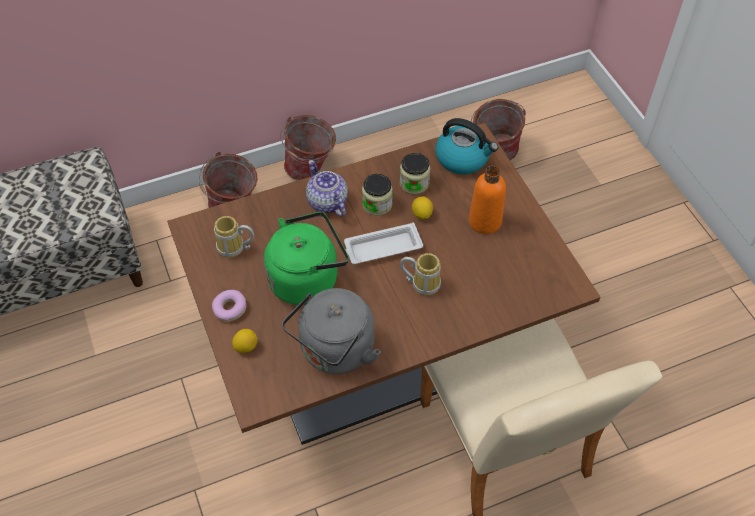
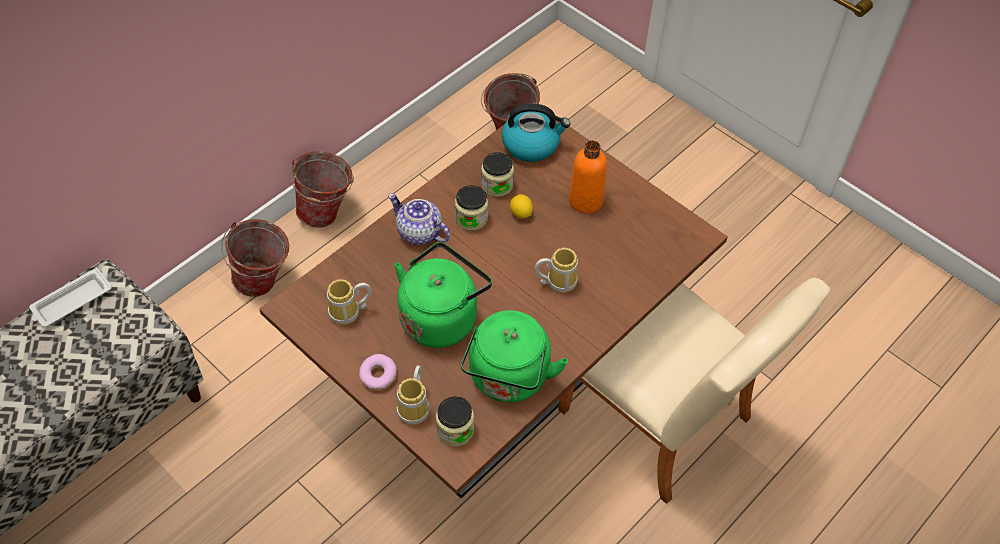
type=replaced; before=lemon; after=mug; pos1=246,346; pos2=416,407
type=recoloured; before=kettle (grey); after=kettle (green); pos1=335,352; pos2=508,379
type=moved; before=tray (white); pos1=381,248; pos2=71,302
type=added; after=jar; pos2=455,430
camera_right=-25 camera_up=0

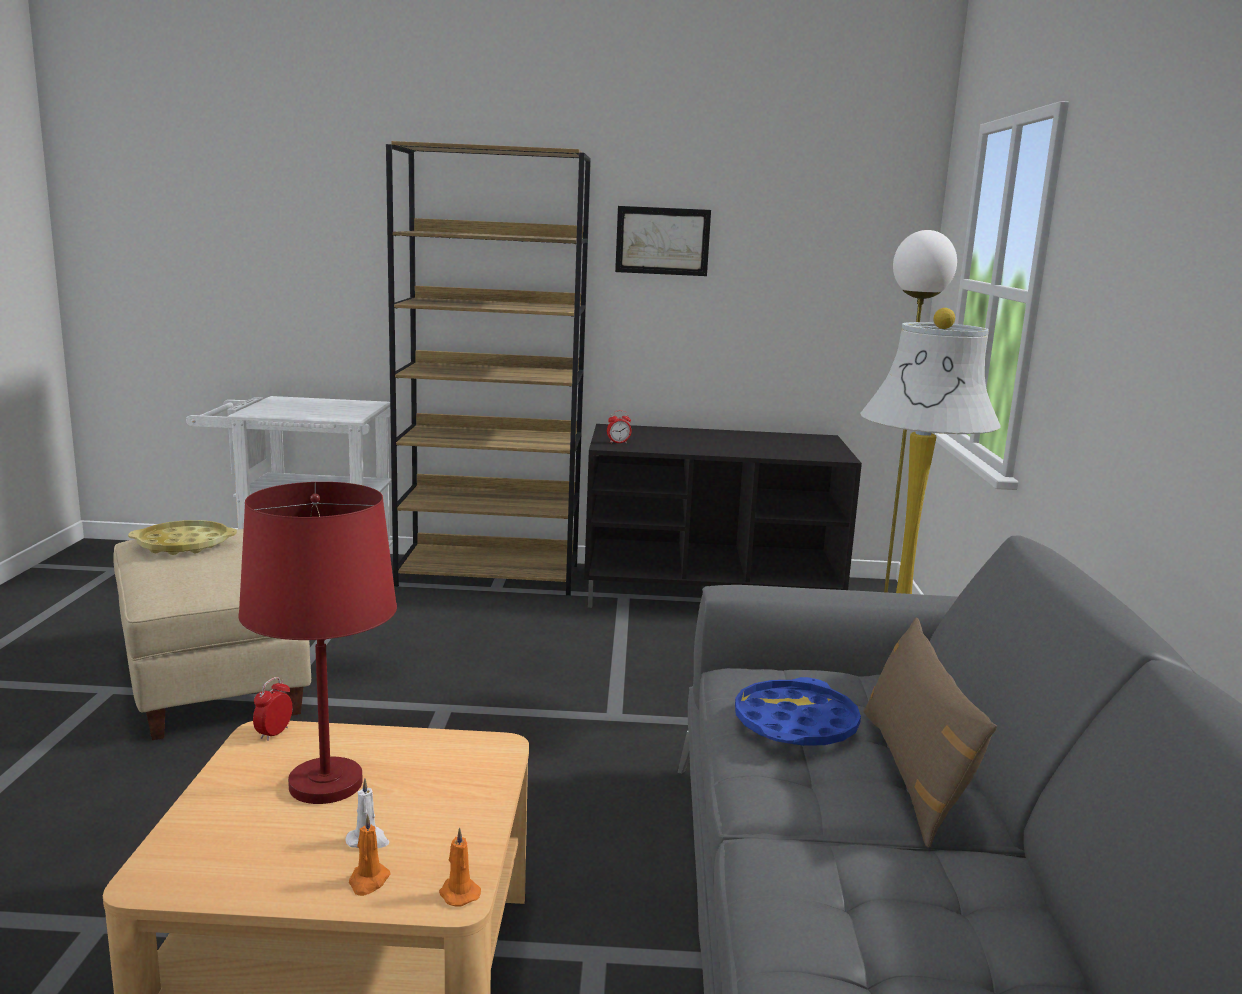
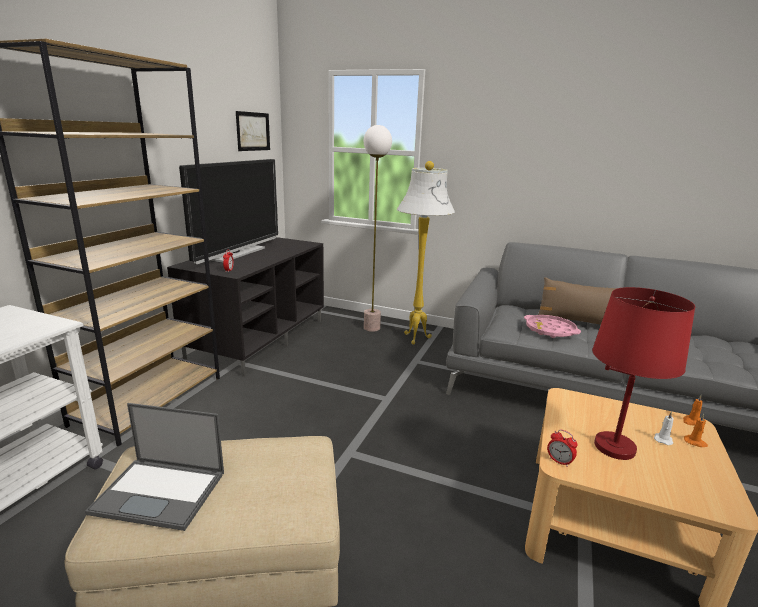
type=replaced; before=tray (yellow); after=laptop; pos1=184,545; pos2=161,492
type=moved; before=picture; pos1=662,241; pos2=253,131
type=recoloured; before=tray (blue); after=tray (pink); pos1=795,724; pos2=550,330
type=added; after=television; pos2=236,253
camera_right=-70 camera_up=5

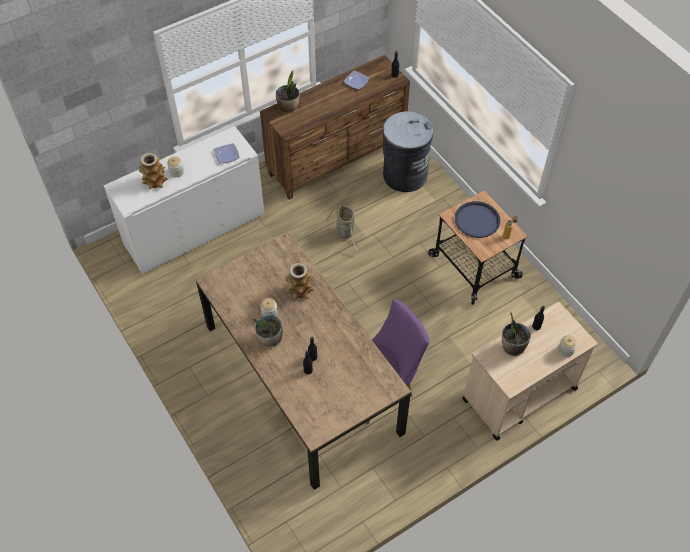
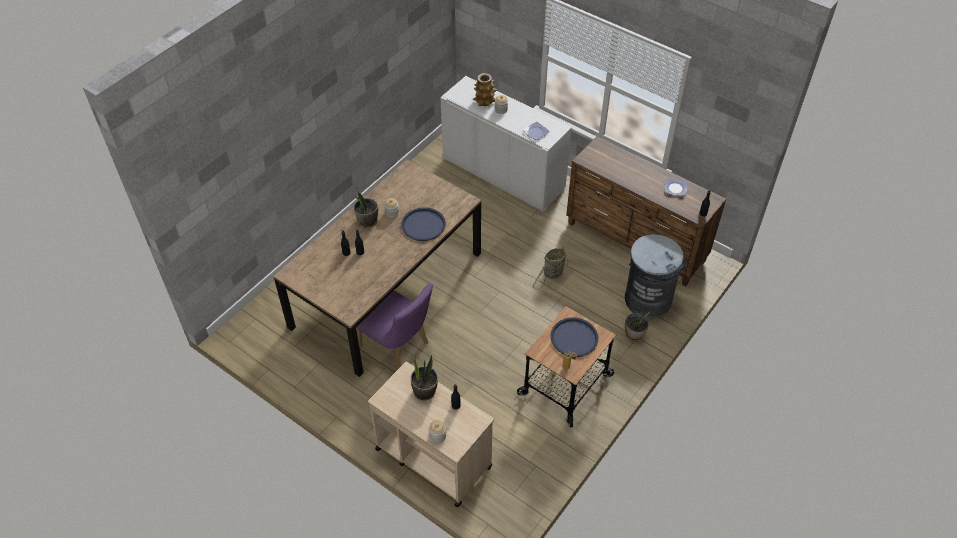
type=moved; before=potted plant; pos1=288,108; pos2=634,334
type=replaced; before=vase; after=tray (blue); pos1=300,290; pos2=423,225
camera_right=70 camera_up=-5

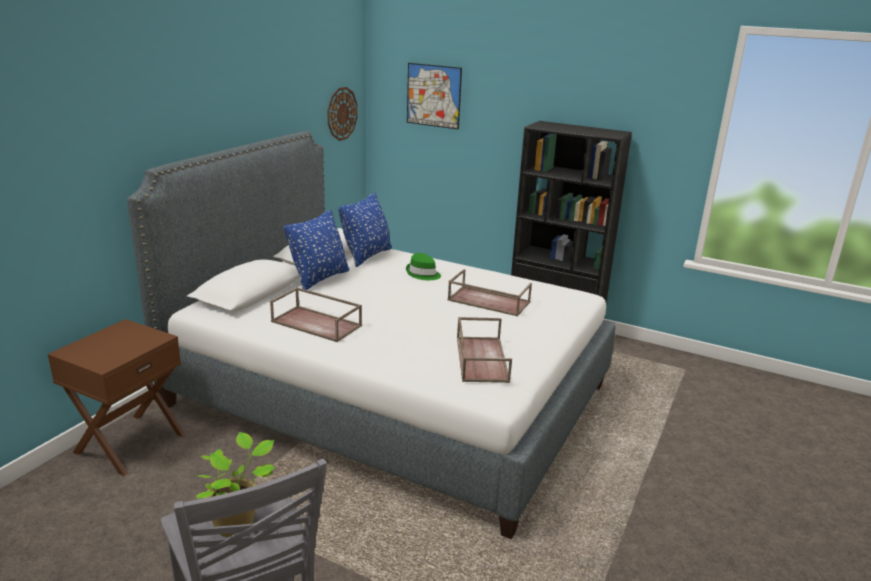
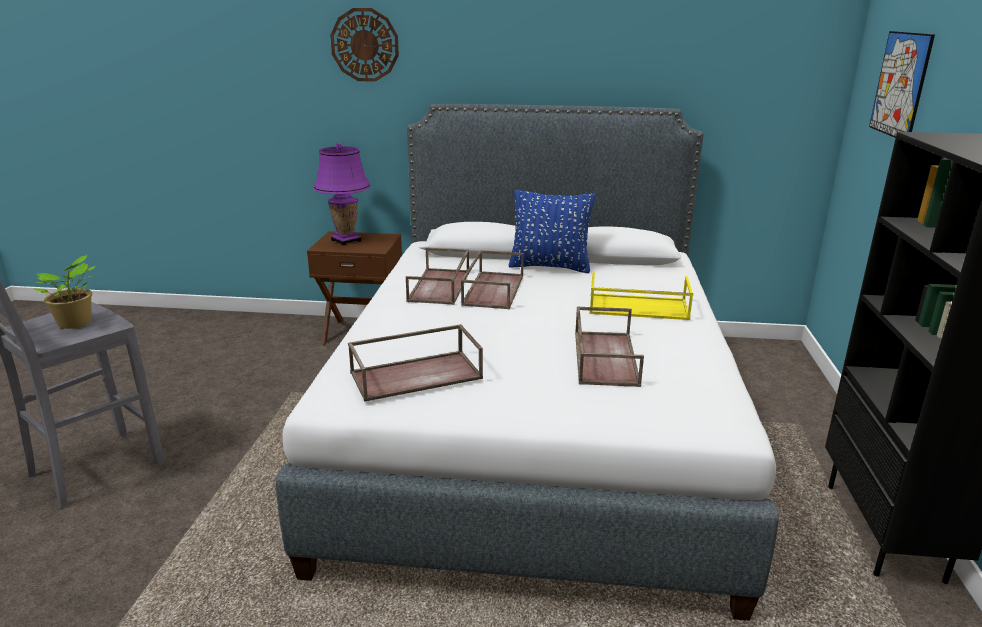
type=moved; before=wall clock; pos1=341,113; pos2=365,45
type=removed; before=pillow (blue); pos1=367,256
type=replaced; before=hat (green); after=tray (yellow); pos1=423,274; pos2=637,307
type=added; after=table lamp (purple); pos2=346,240
type=added; after=tray (brown); pos2=492,289
camera_right=70 camera_up=0

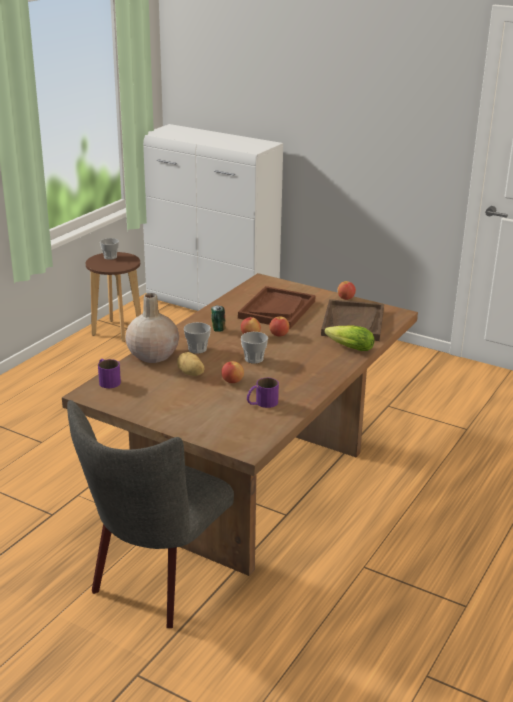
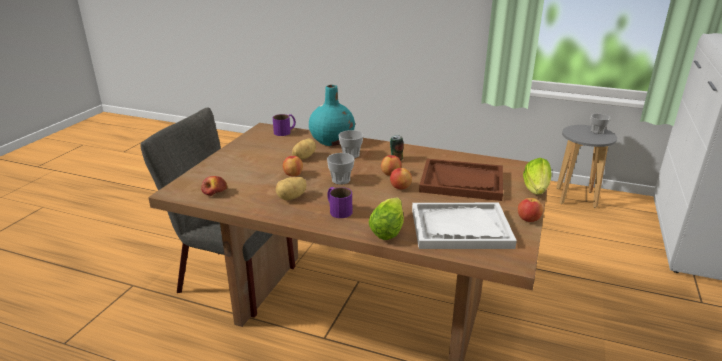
type=recoloured; before=stool (brown); after=stool (grey); pos1=117,331; pos2=576,197
type=recoloured; before=vase (beige); after=vase (turquoise); pos1=152,355; pos2=332,140
type=moved; before=mug (purple); pos1=261,403; pos2=337,210
type=recoloured; before=tray (brown); after=tray (white); pos1=353,322; pos2=460,228
type=added; after=apple; pos2=215,192
type=added; after=potato; pos2=292,197
type=added; after=lettuce; pos2=536,190
camera_right=80 camera_up=0

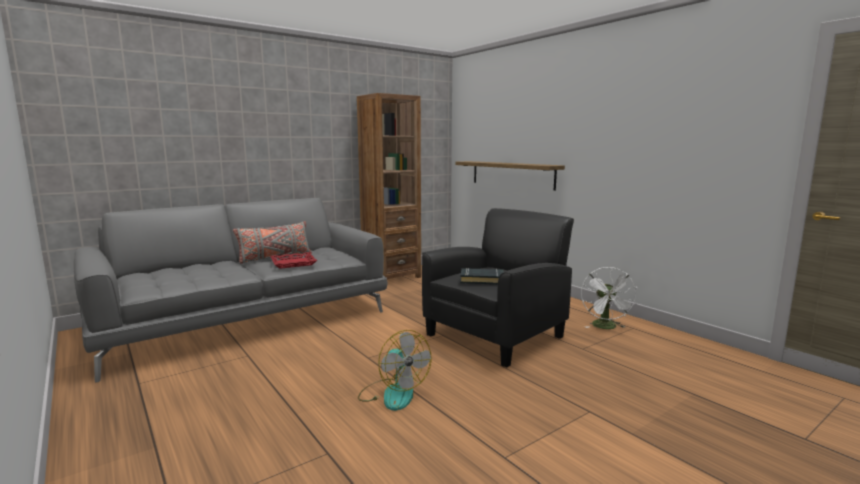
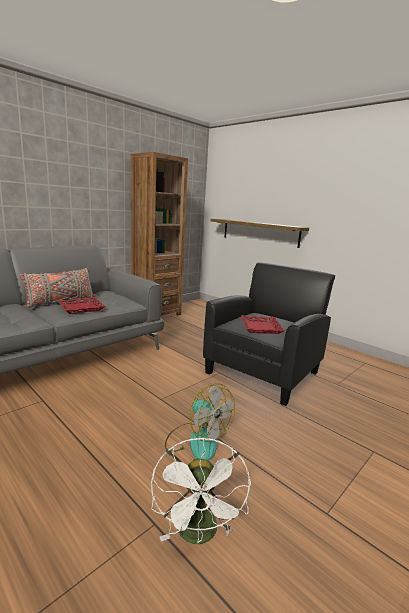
type=replaced; before=book (black); after=tray (red); pos1=482,280; pos2=260,327
type=moved; before=fan (white); pos1=606,327; pos2=199,535
camera_right=-10 camera_up=5

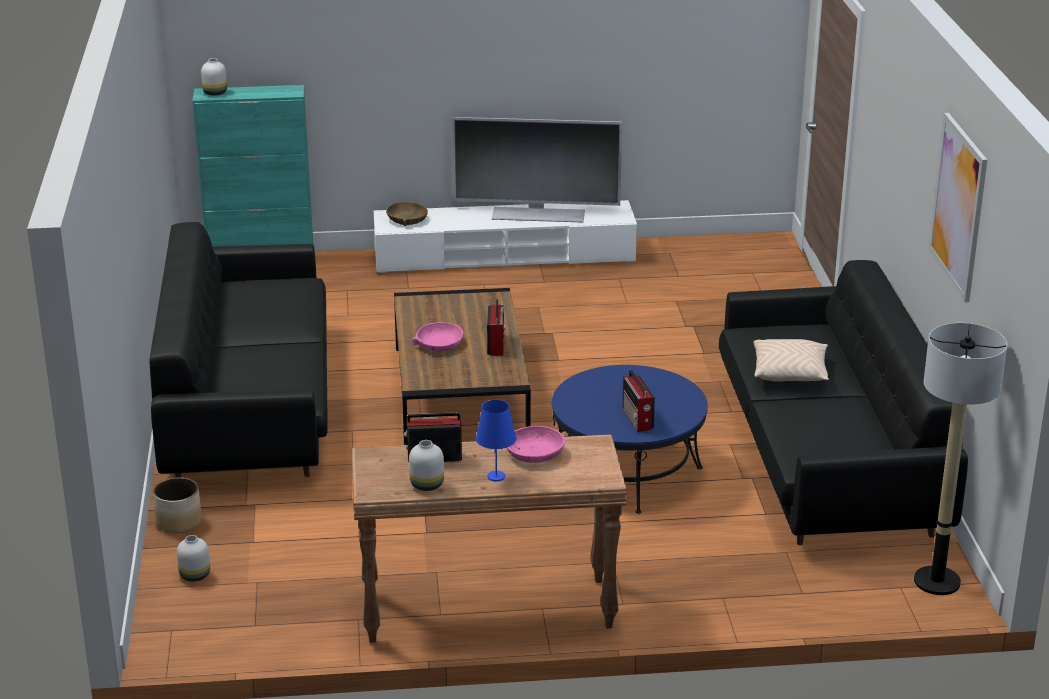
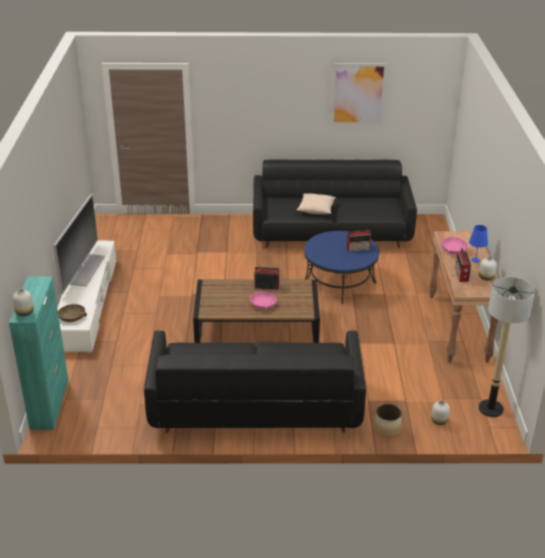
type=moved; before=floor lamp; pos1=937,581; pos2=491,408
camera_right=-85 camera_up=5

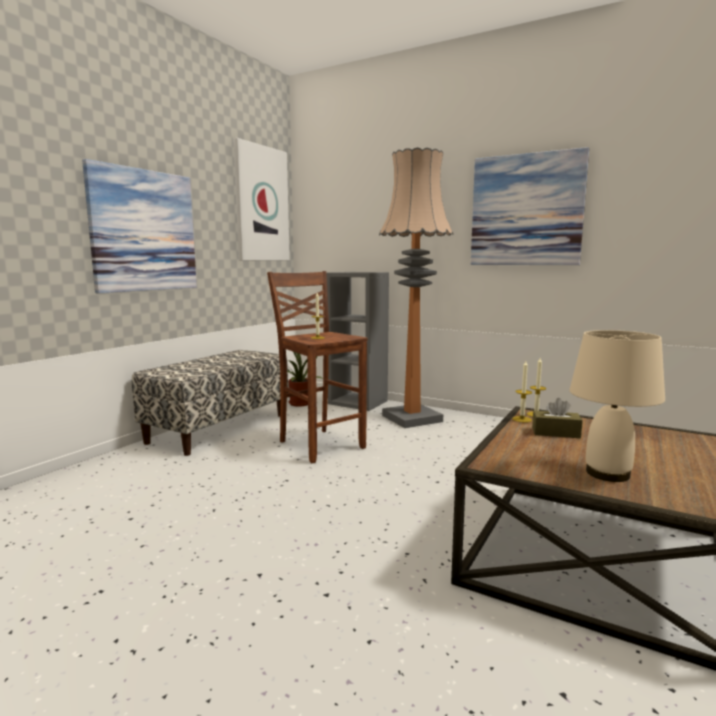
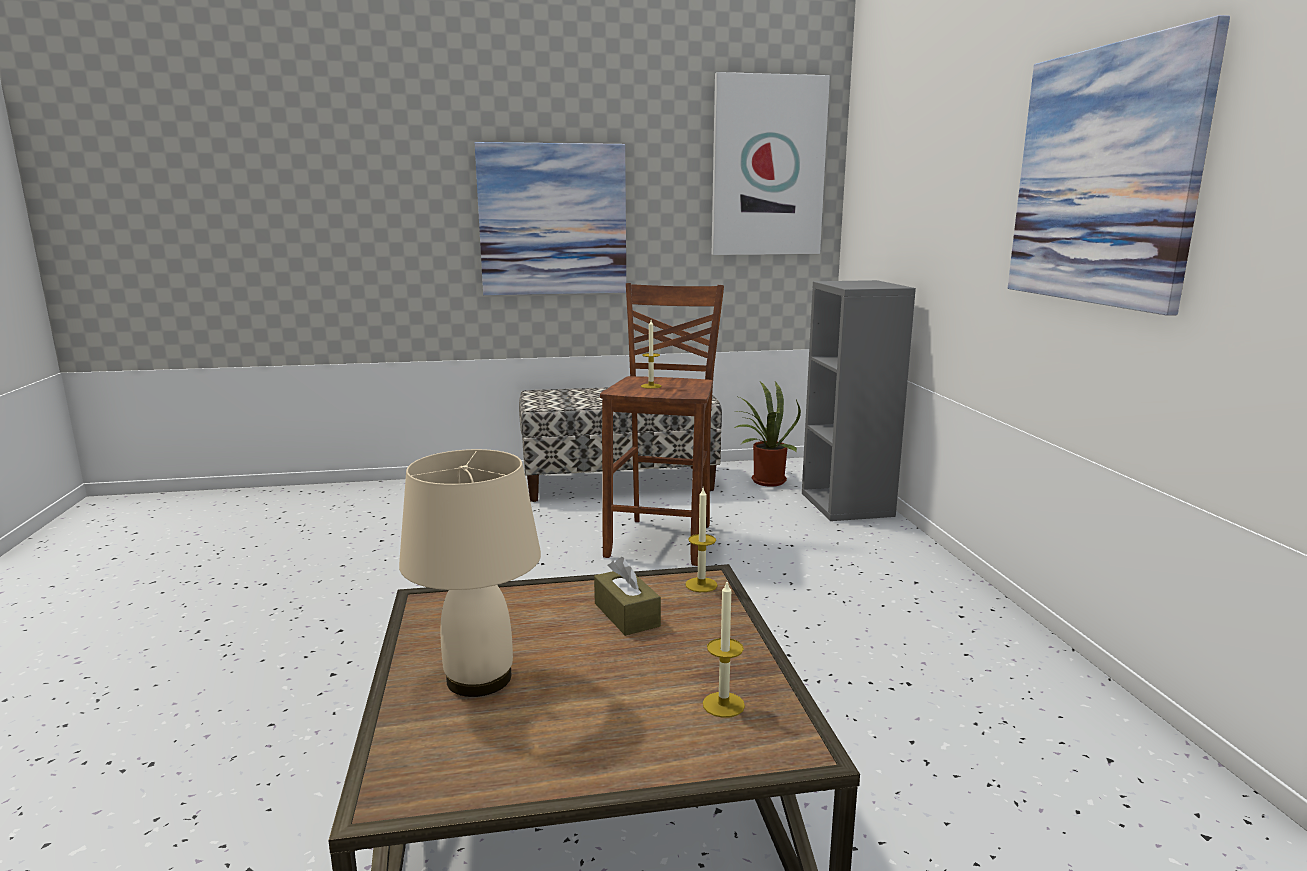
type=removed; before=floor lamp; pos1=411,418
type=moved; before=candle; pos1=522,419; pos2=723,704
camera_right=50 camera_up=5

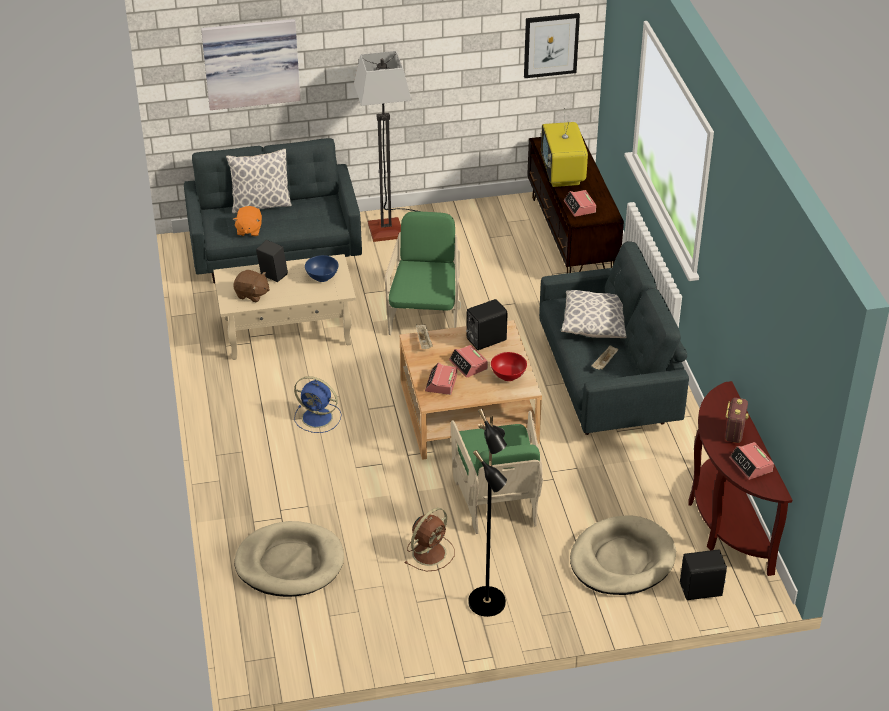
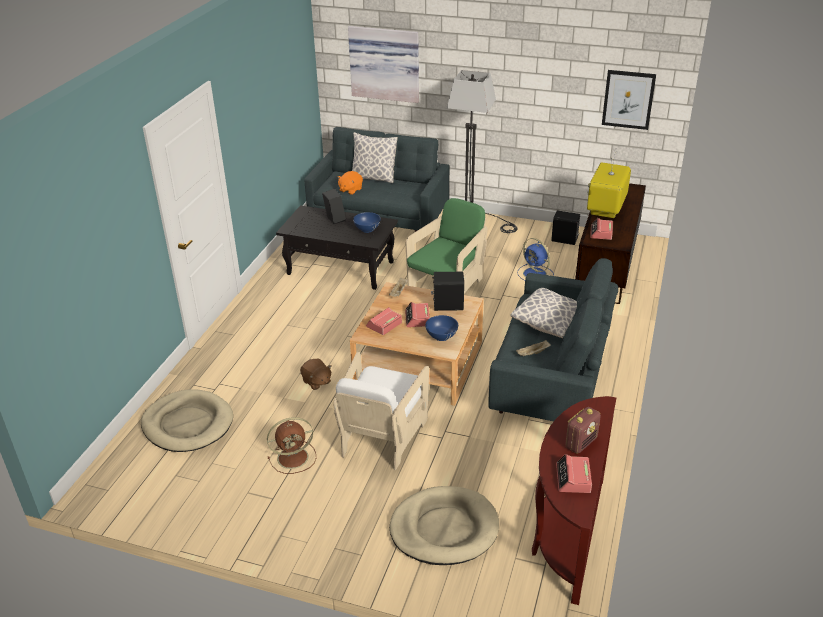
type=recoloured; before=coffee table (beige); after=coffee table (black); pos1=288,331; pos2=341,268
type=moved; before=plush toy (brown); pos1=252,294; pos2=316,382
type=moved; before=fan (blue); pos1=318,418; pos2=535,274
type=recoloured; before=armchair (green); after=armchair (white); pos1=497,500; pos2=382,437
type=removed; before=floor lamp (black); pos1=488,602
type=recoloured; before=bowl (red); after=bowl (blue); pos1=508,375; pos2=441,336
type=moved; before=speaker (black); pos1=702,590; pos2=564,240
camera_right=30 camera_up=-5

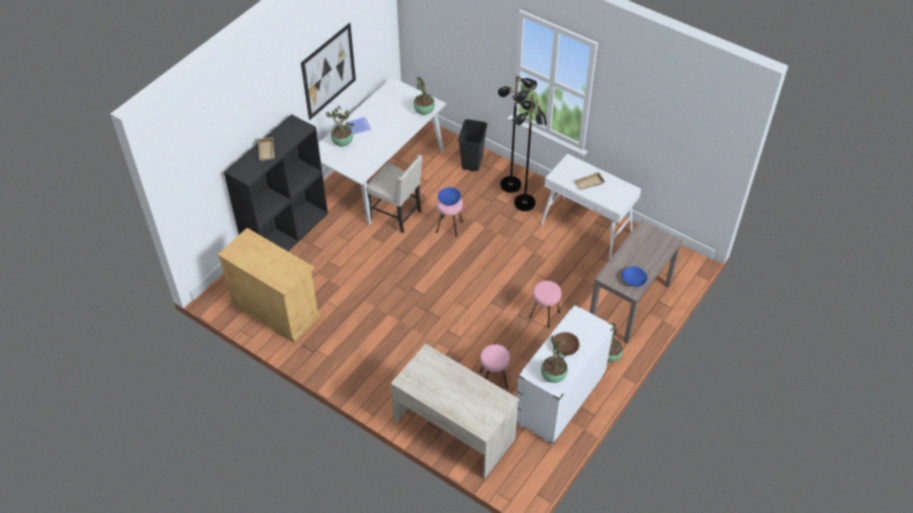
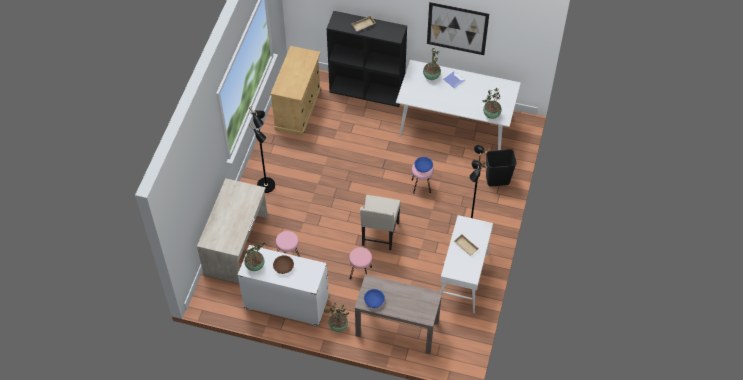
type=moved; before=chair (beige); pos1=396,215; pos2=379,235
type=moved; before=floor lamp (black); pos1=511,184; pos2=266,185
camera_right=70 camera_up=5

